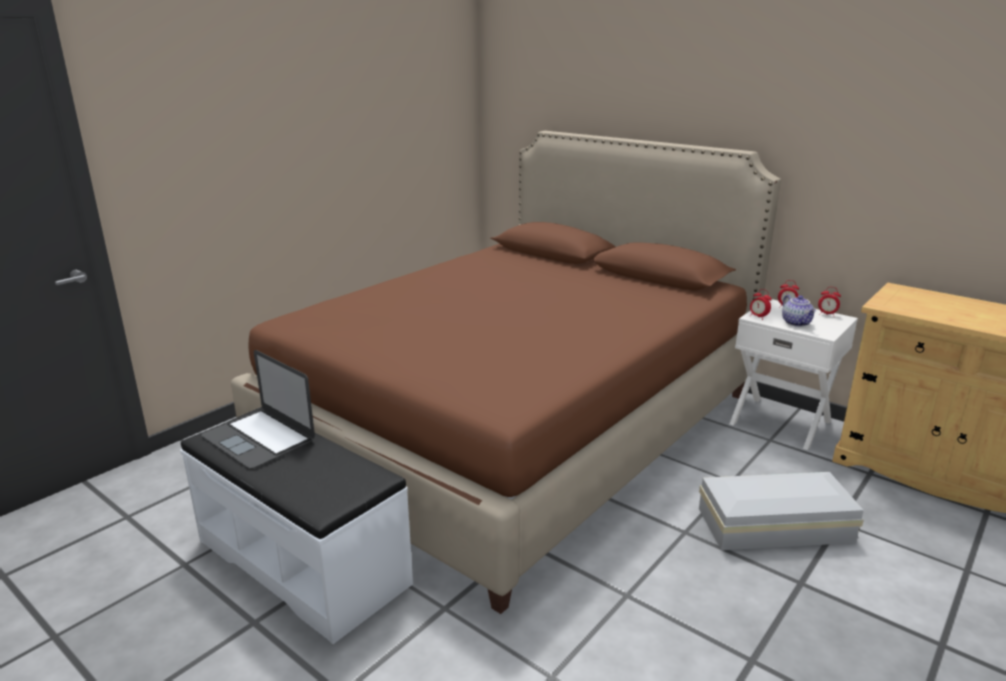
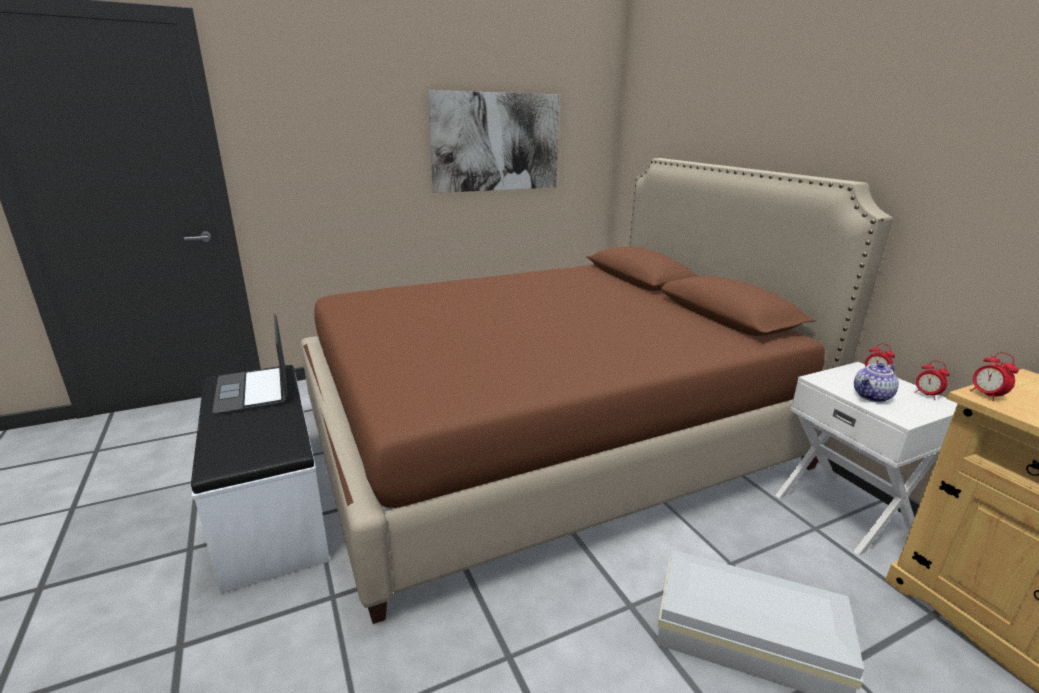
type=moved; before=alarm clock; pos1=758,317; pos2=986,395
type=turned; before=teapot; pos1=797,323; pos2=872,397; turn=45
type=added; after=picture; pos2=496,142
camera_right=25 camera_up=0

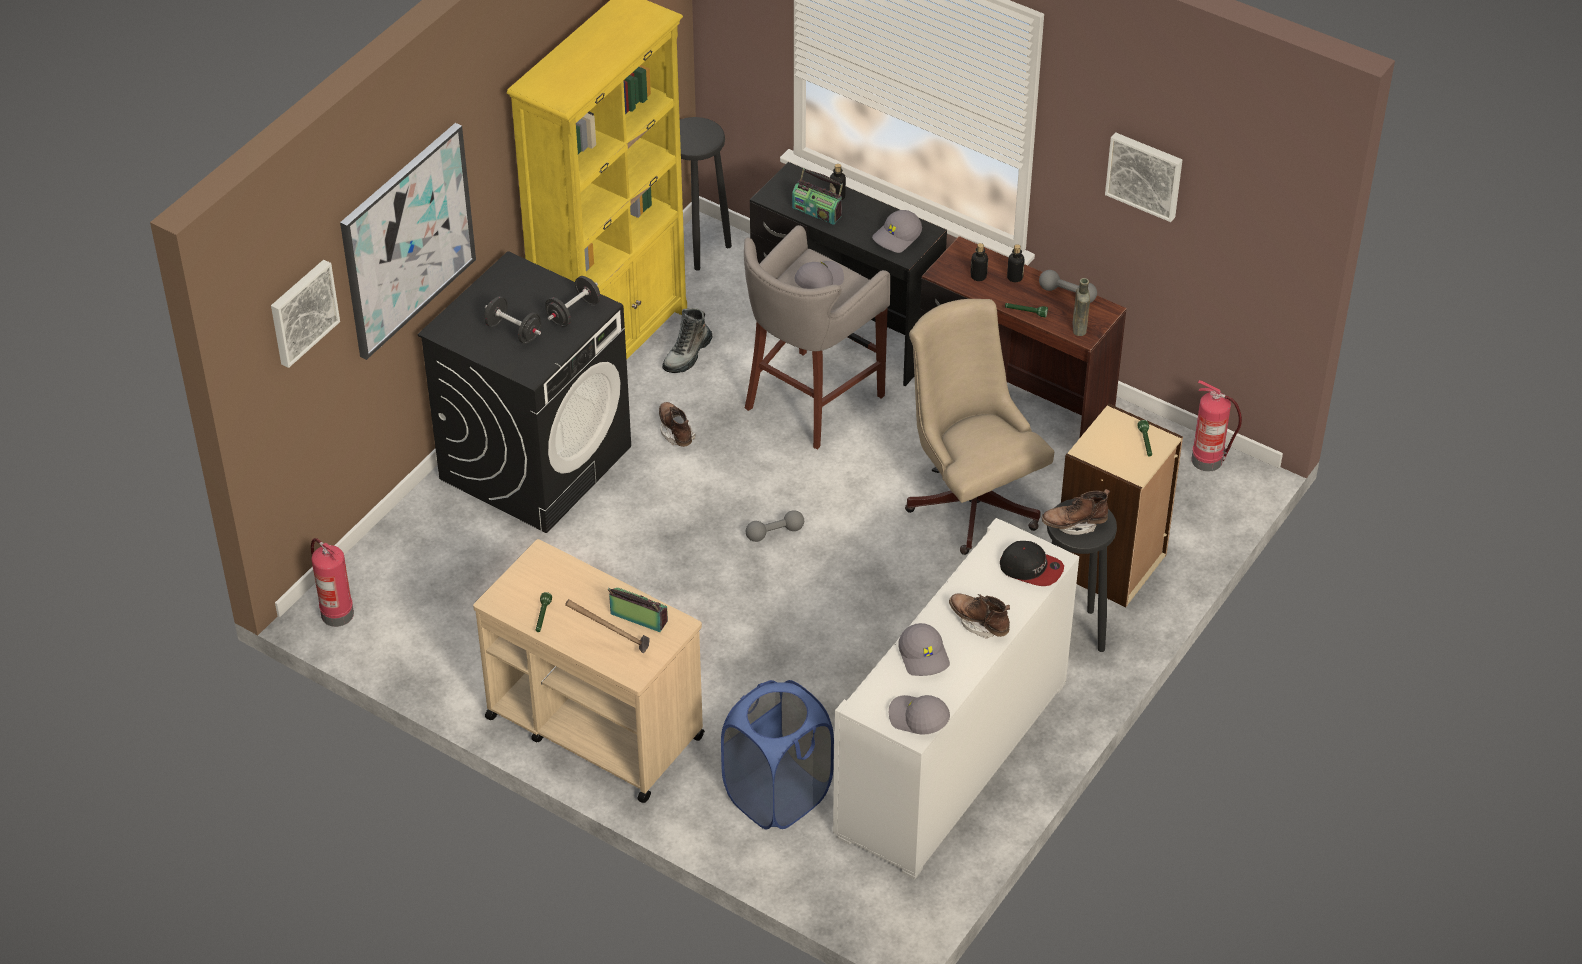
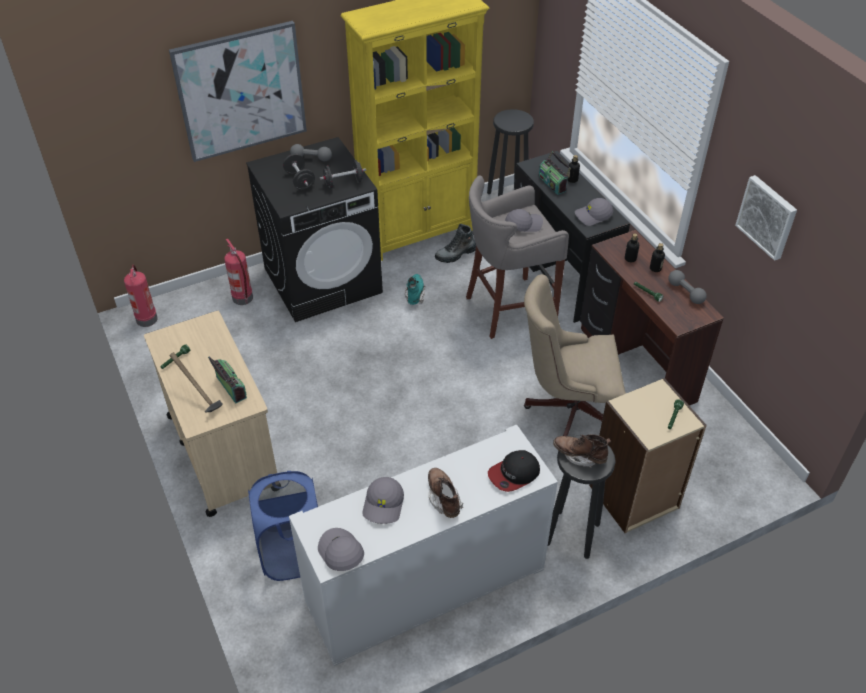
type=removed; before=picture; pos1=302,311
type=recoloured; before=boot (brown); after=boot (turquoise); pos1=675,432; pos2=415,294
type=moved; before=dumbbell (grey); pos1=775,533; pos2=311,158
type=turned; before=office chair (beige); pos1=970,498; pos2=567,410; turn=-90
type=turned; before=cap; pos1=1031,568; pos2=514,474; turn=90
type=removed; before=bottle (brown); pos1=1079,329
type=moved; before=fire extinguisher; pos1=1208,460; pos2=243,298
camera_right=30 camera_up=0

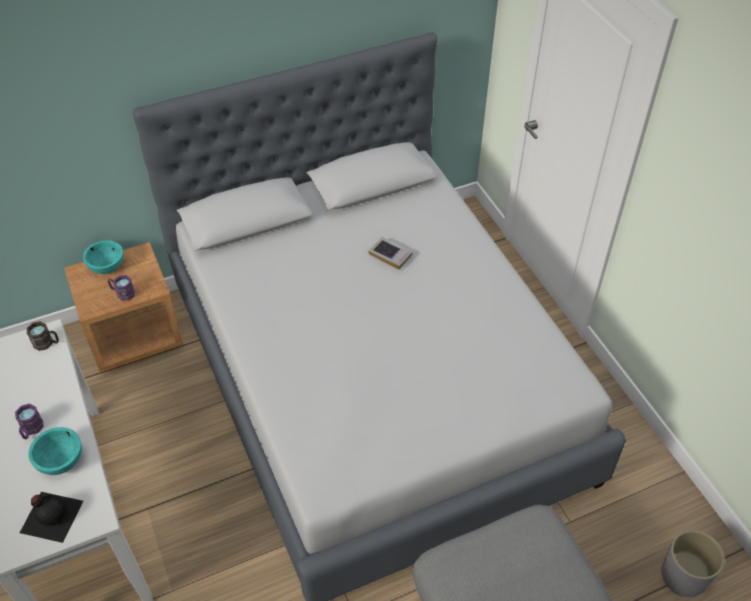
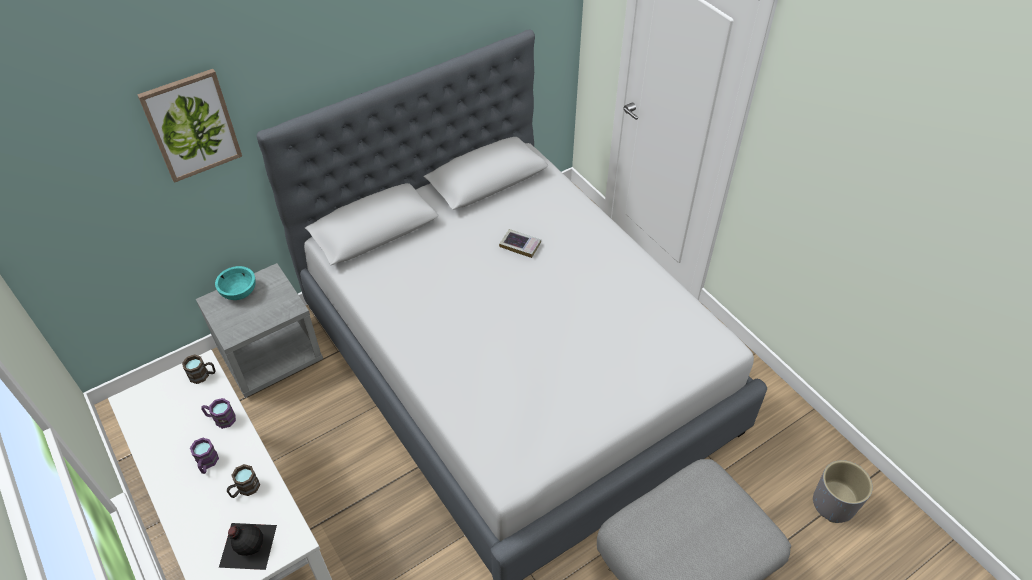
type=replaced; before=bowl (turquoise); after=mug (brown); pos1=61,461; pos2=245,489
type=recoloured; before=nightstand (brown); after=nightstand (grey); pos1=134,335; pos2=271,356
type=moved; before=mug (purple); pos1=122,293; pos2=221,419
type=added; after=picture; pos2=191,125
camera_right=-10 camera_up=0

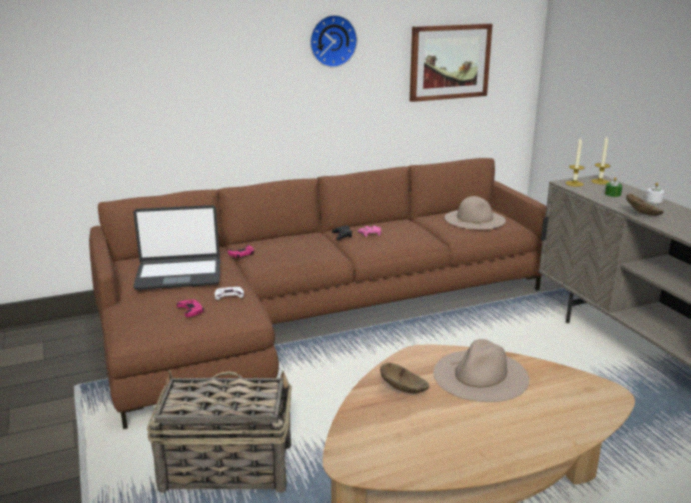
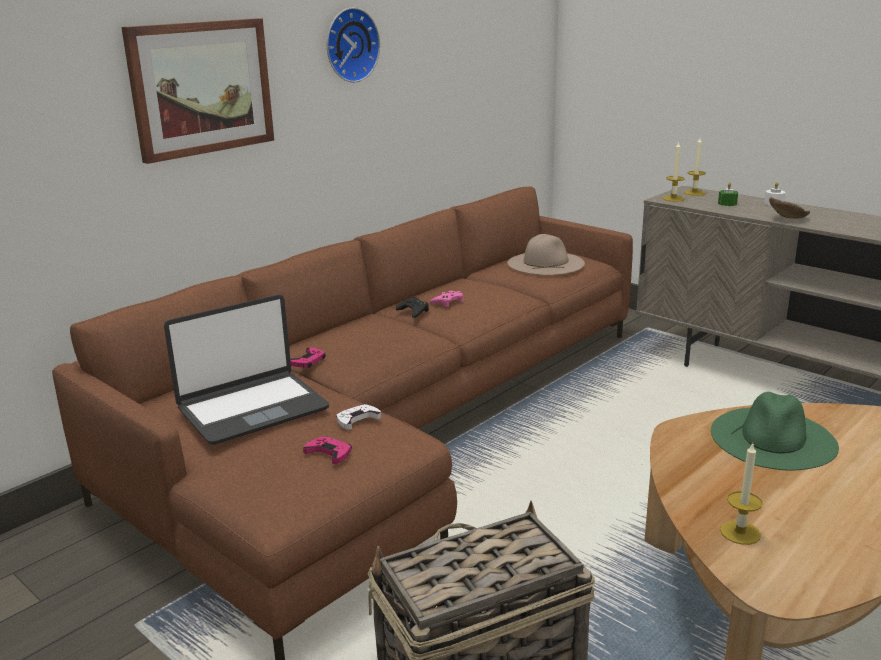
type=removed; before=bowl (brown); pos1=405,390
type=moved; before=picture; pos1=449,62; pos2=201,88
type=recoloured; before=hat (beige); after=hat (green); pos1=481,375; pos2=773,438
type=added; after=candle; pos2=740,532
camera_right=-25 camera_up=0

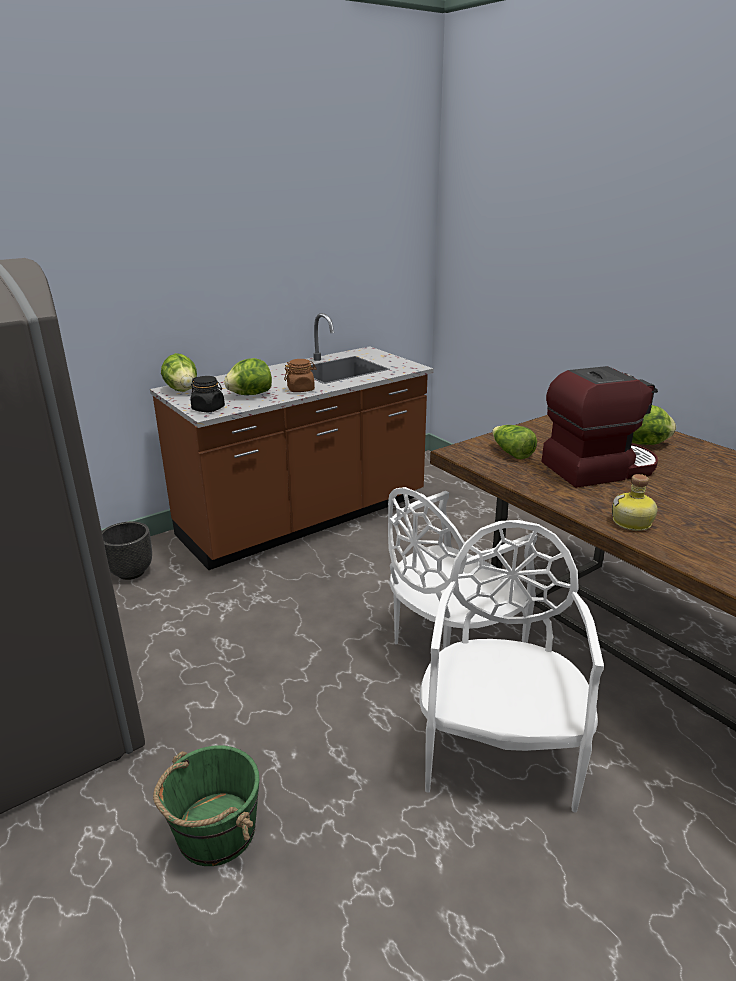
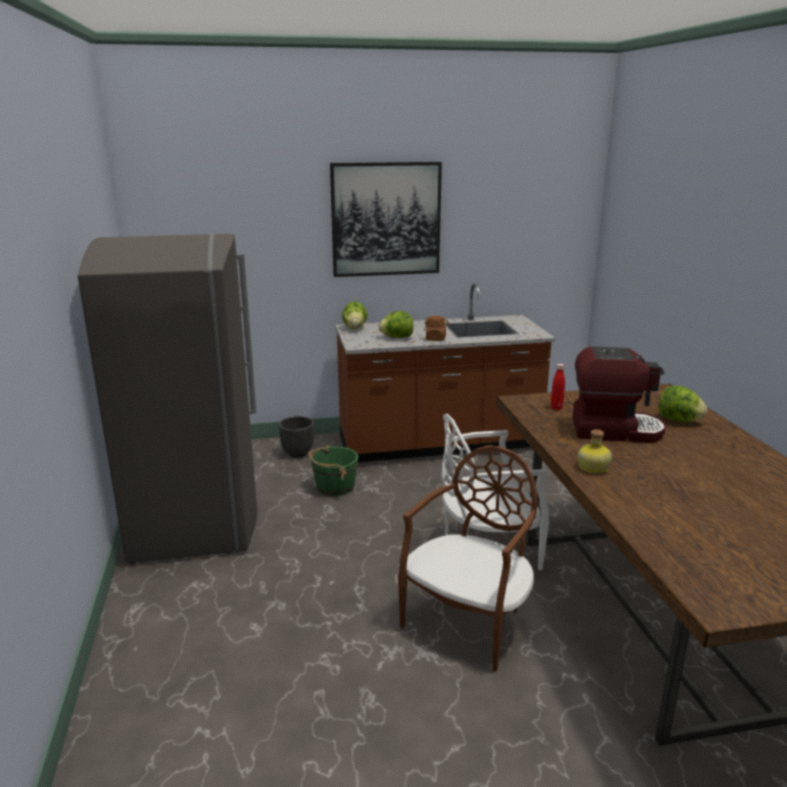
type=moved; before=bucket (green); pos1=215,832; pos2=334,487
type=removed; before=jar (black); pos1=208,409
type=recoloured; before=chair (white); after=chair (brown); pos1=500,751; pos2=469,622
type=replaced; before=lettuce; after=bottle (red); pos1=511,453; pos2=556,408
type=added; after=picture; pos2=386,219
camera_right=25 camera_up=-5

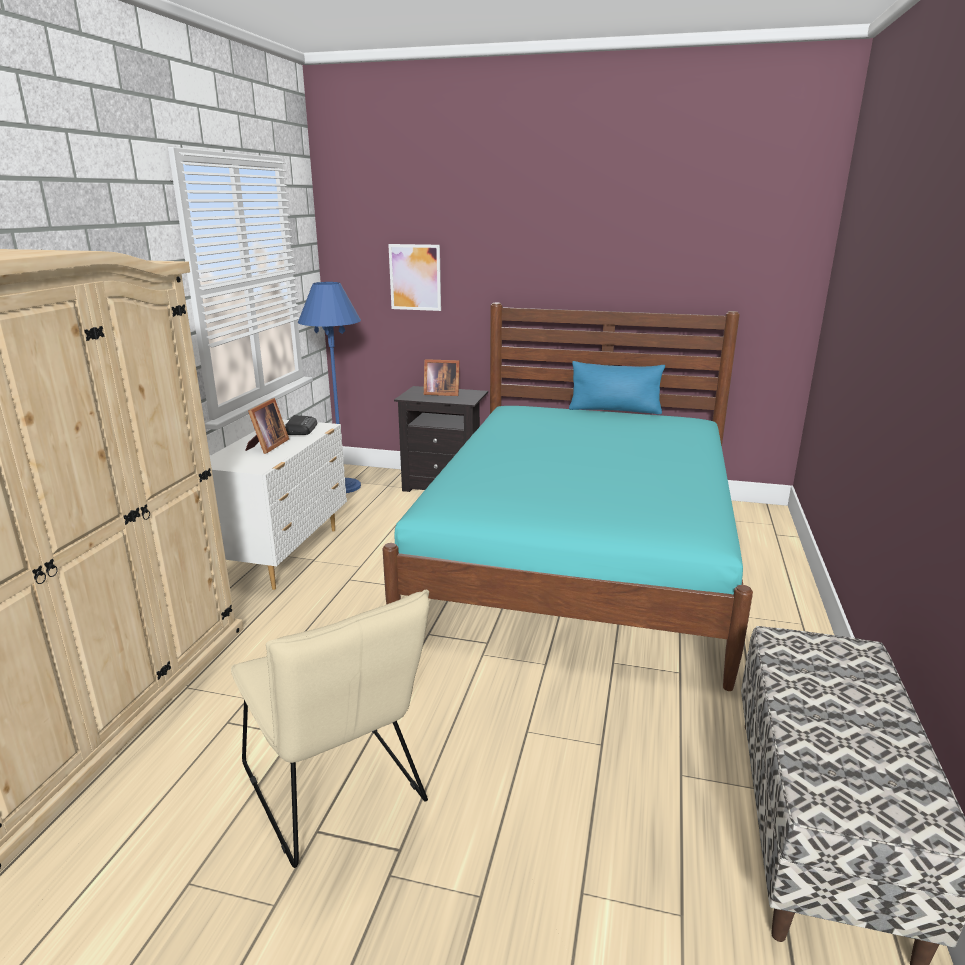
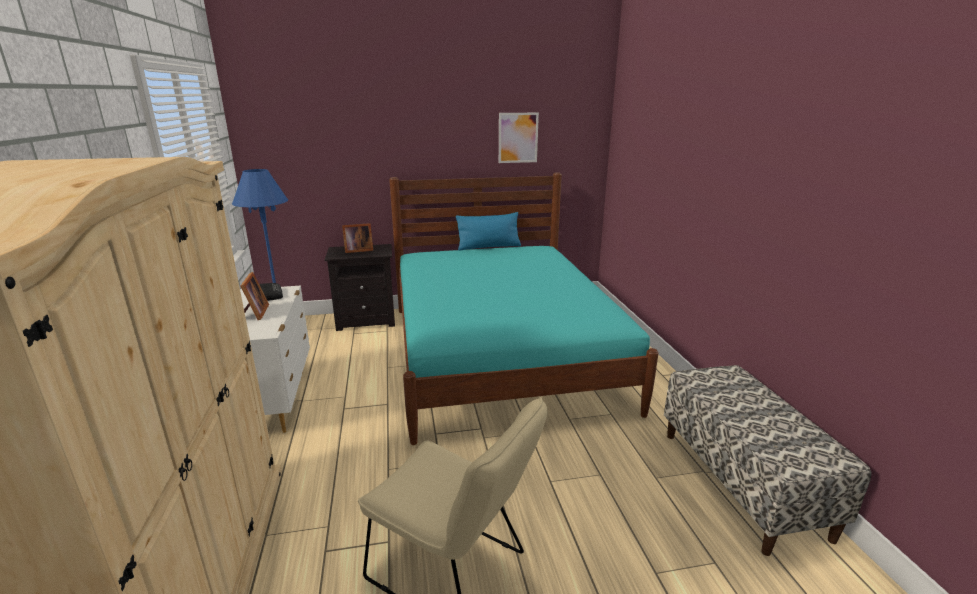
type=moved; before=picture; pos1=415,277; pos2=518,138
camera_right=-25 camera_up=0

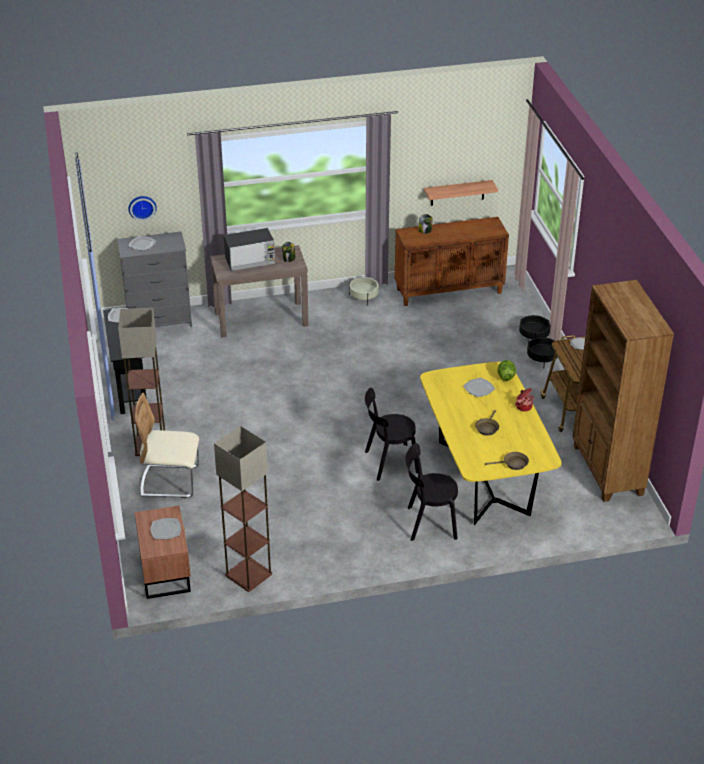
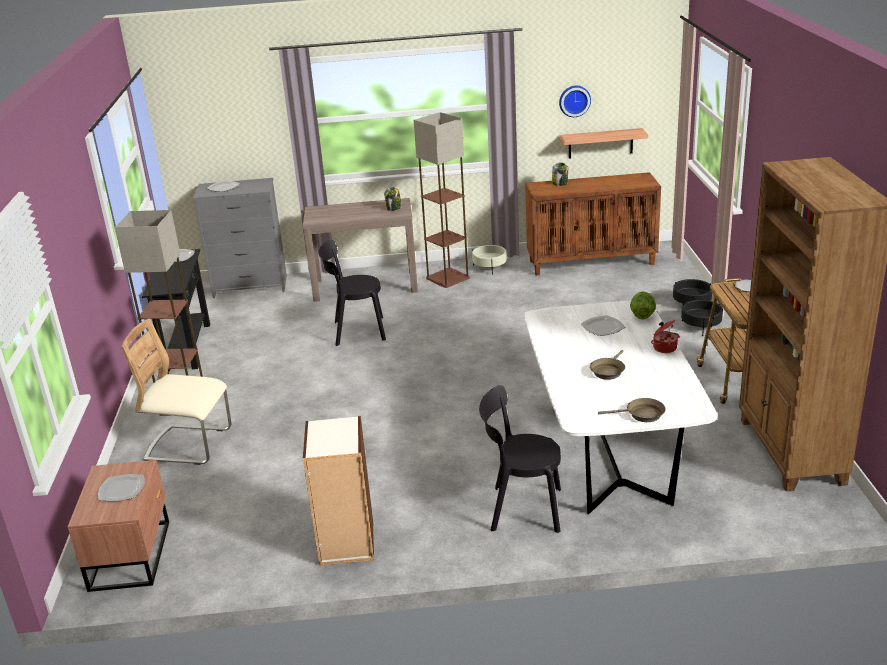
type=moved; before=wall clock; pos1=142,207; pos2=574,100
type=moved; before=floor lamp; pos1=247,575; pos2=447,278
type=removed; before=microwave; pos1=250,261
type=moved; before=chair (black); pos1=389,462; pos2=356,331
type=recoloured; before=dining table (yellow); after=dining table (white); pos1=483,478; pos2=609,455
type=added; after=bookcase; pos2=346,543
camera_right=10 camera_up=-10

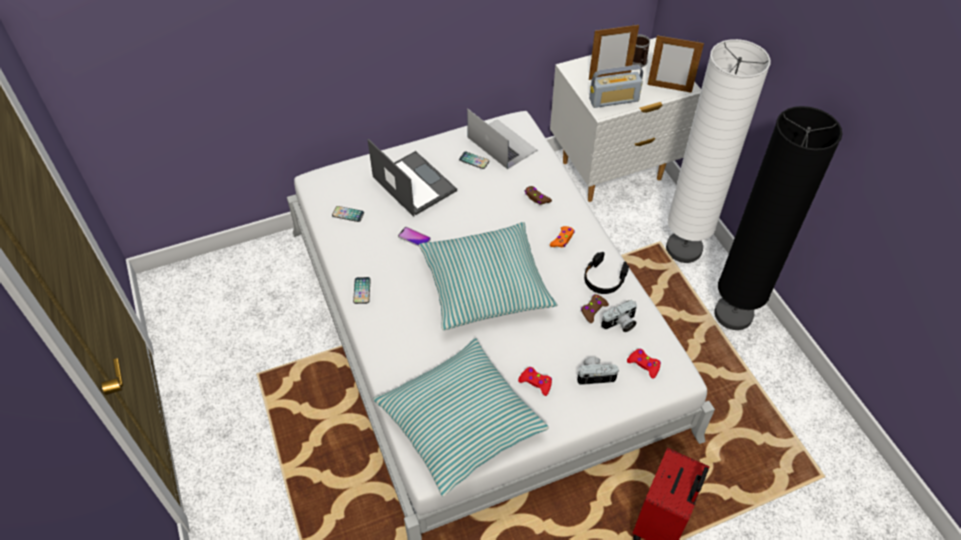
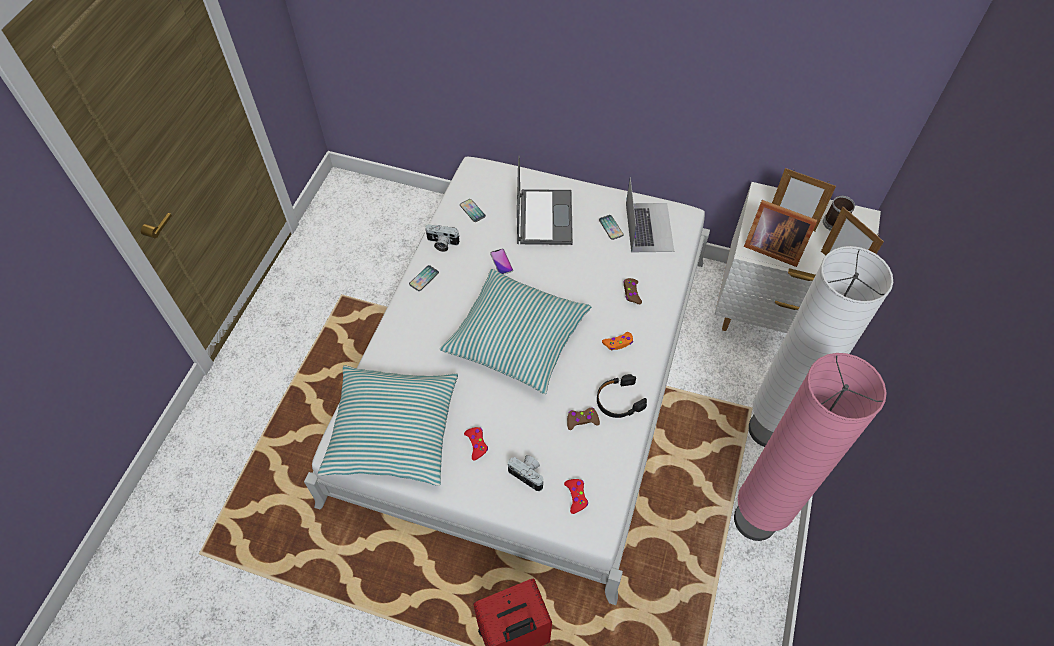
type=replaced; before=radio; after=picture frame; pos1=614,100; pos2=771,246
type=moved; before=photo camera; pos1=620,324; pos2=442,243
type=recoloured; before=floor lamp (black); after=floor lamp (pink); pos1=733,314; pos2=754,520
camera_right=40 camera_up=5

